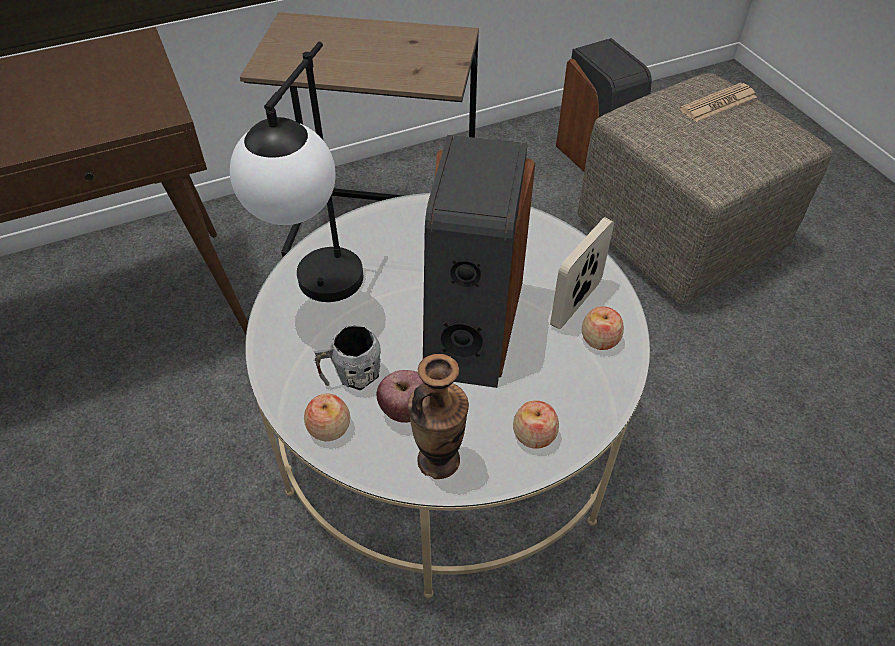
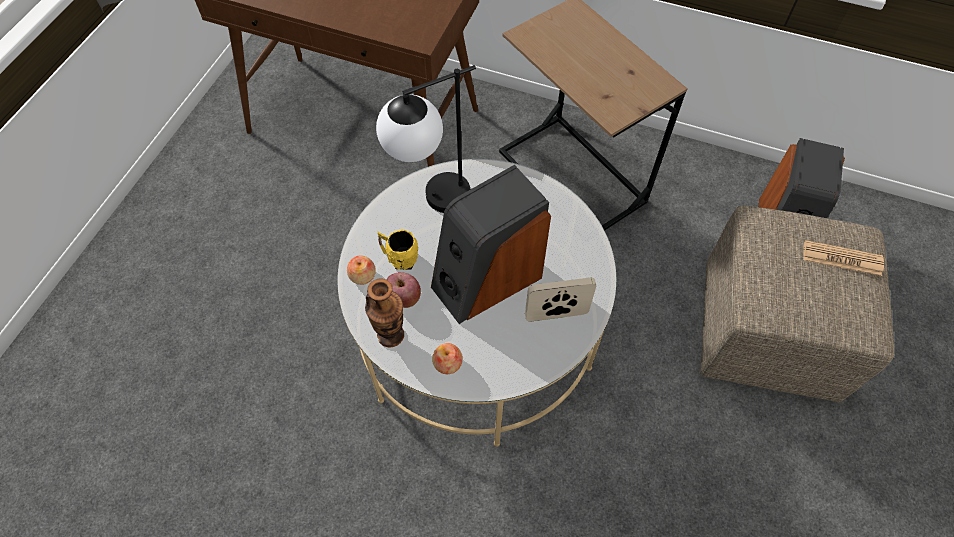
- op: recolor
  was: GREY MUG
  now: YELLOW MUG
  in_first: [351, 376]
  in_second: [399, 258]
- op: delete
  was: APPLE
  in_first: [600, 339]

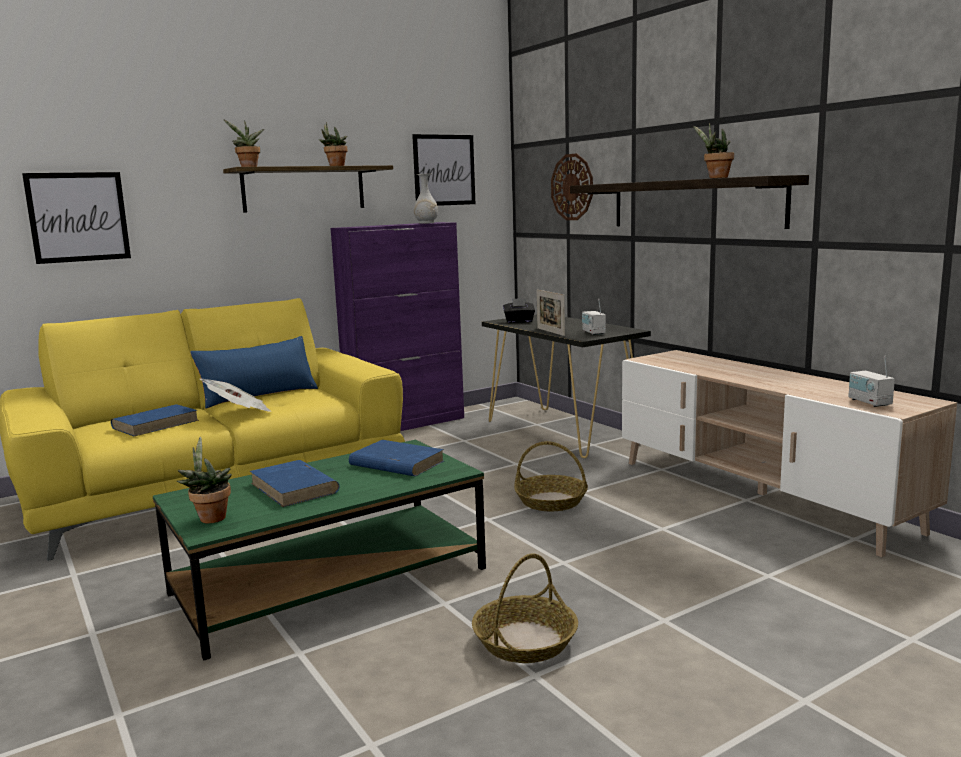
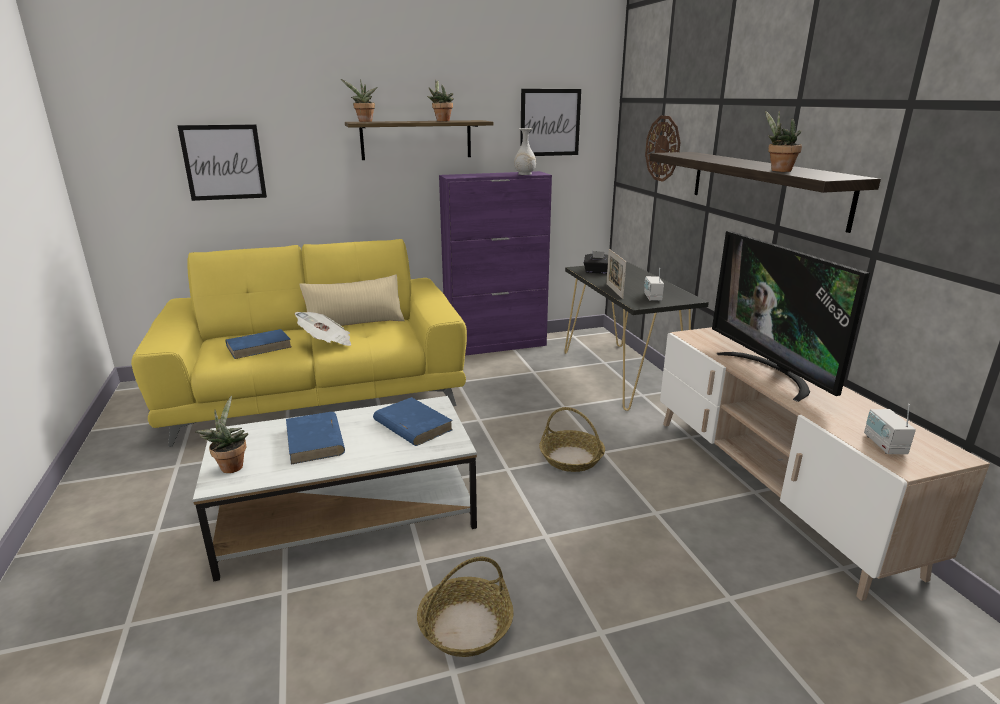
- op: recolor
  was: GREEN COFFEE TABLE
  now: WHITE COFFEE TABLE
  in_first: [329, 580]
  in_second: [347, 513]
- op: recolor
  was: BLUE PILLOW
  now: BEIGE PILLOW
  in_first: [258, 395]
  in_second: [355, 323]
- op: insert
  now: TELEVISION
  in_second: [771, 373]

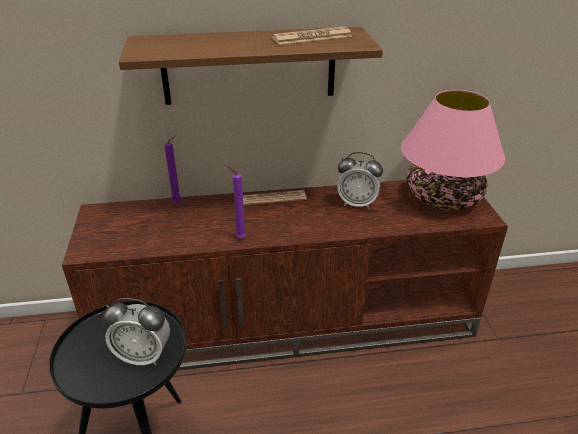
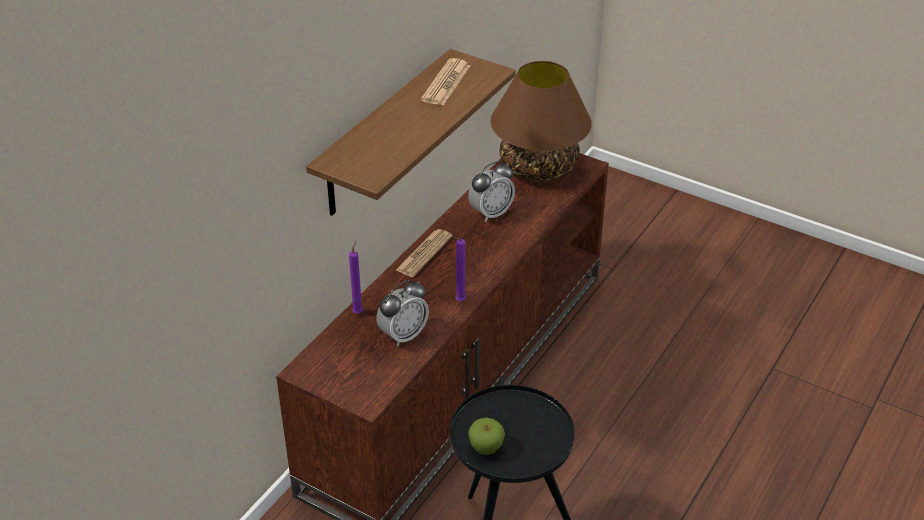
- op: move
  was: ALARM CLOCK
  in_first: [143, 356]
  in_second: [403, 335]
- op: insert
  now: APPLE
  in_second: [486, 448]
- op: recolor
  was: PINK TABLE LAMP
  now: BROWN TABLE LAMP
  in_first: [443, 197]
  in_second: [539, 166]

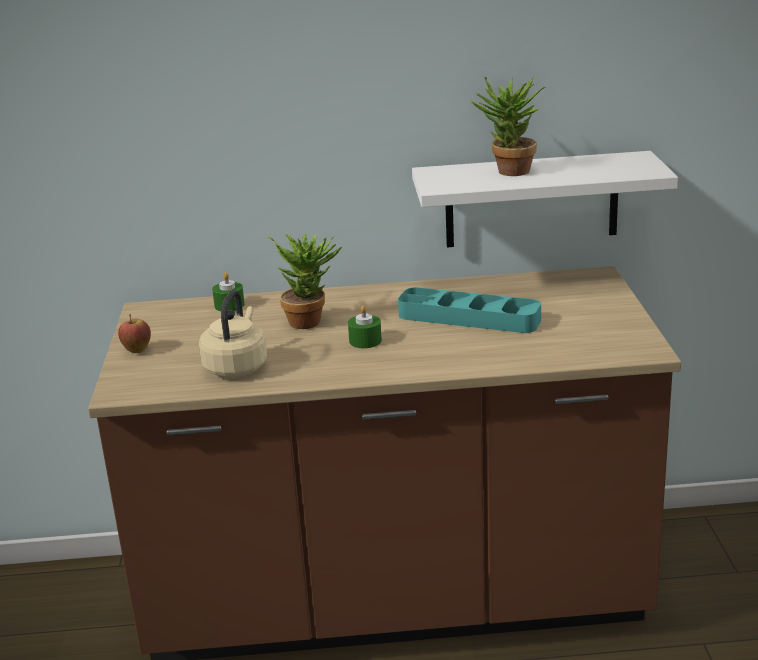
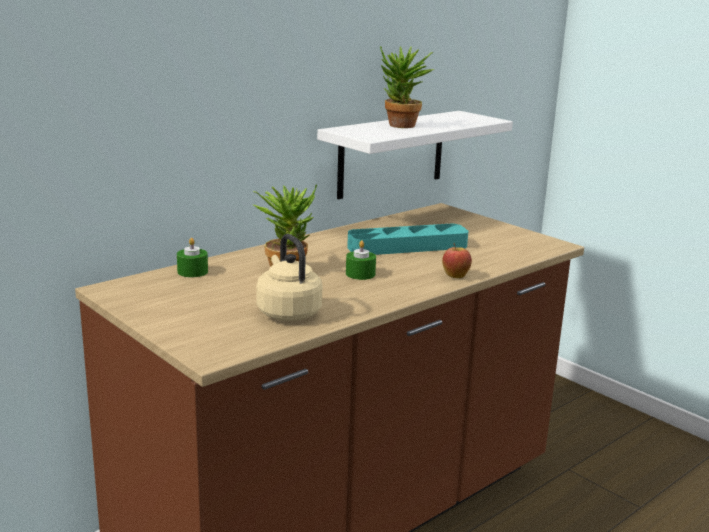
- op: move
  was: APPLE
  in_first: [137, 351]
  in_second: [455, 277]

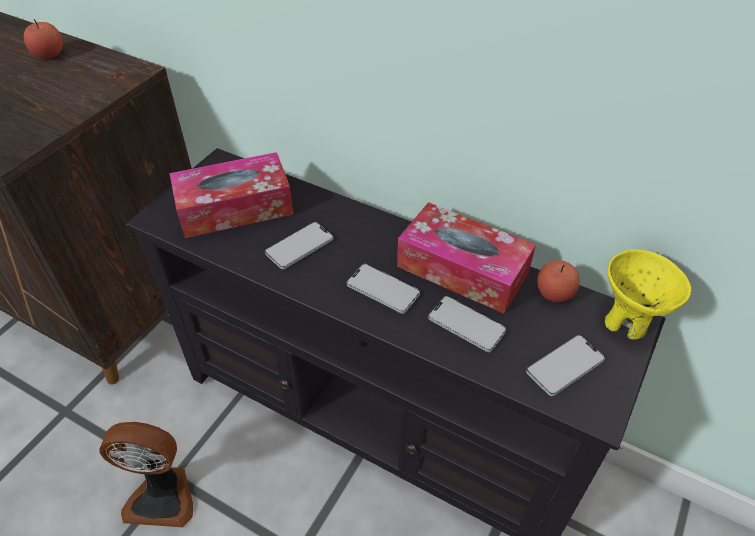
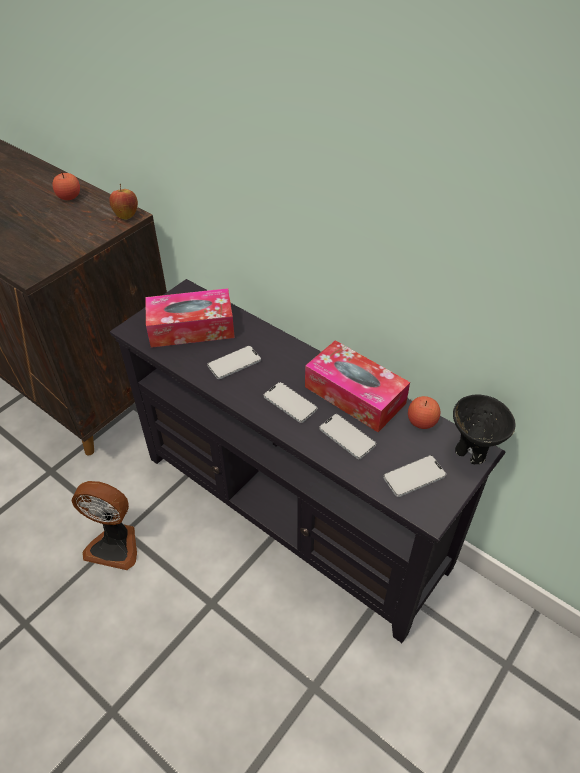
- op: insert
  now: APPLE
  in_second: [126, 215]
- op: recolor
  was: YELLOW BOWL
  now: BLACK BOWL
  in_first: [625, 325]
  in_second: [471, 452]

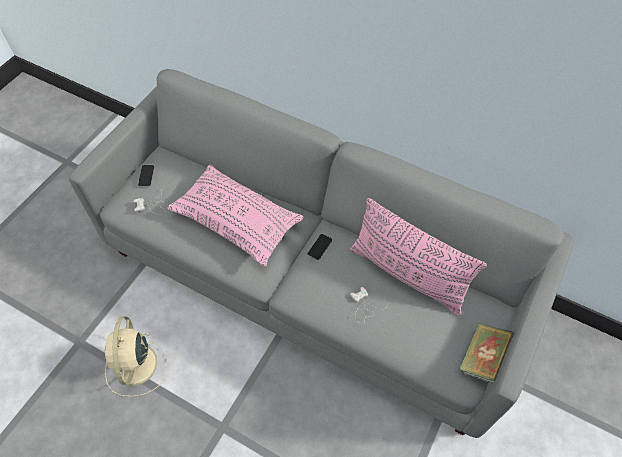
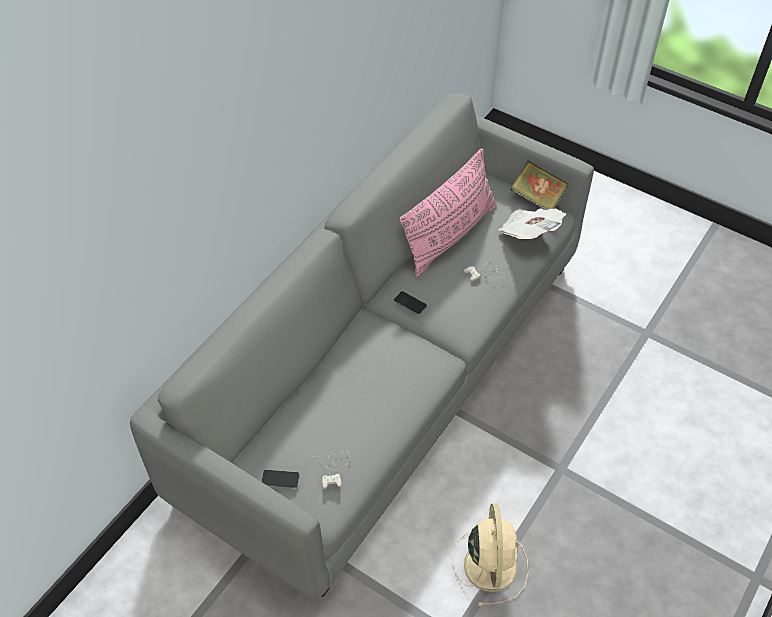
- op: rotate
  was: BEIGE FAN
  in_first: [136, 366]
  in_second: [490, 563]
  clockwise: -90
- op: insert
  now: NEWSPAPER
  in_second: [529, 233]
- op: delete
  was: PINK PILLOW
  in_first: [237, 221]

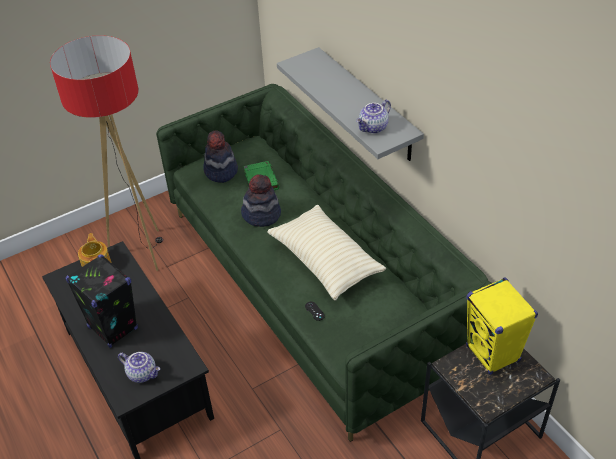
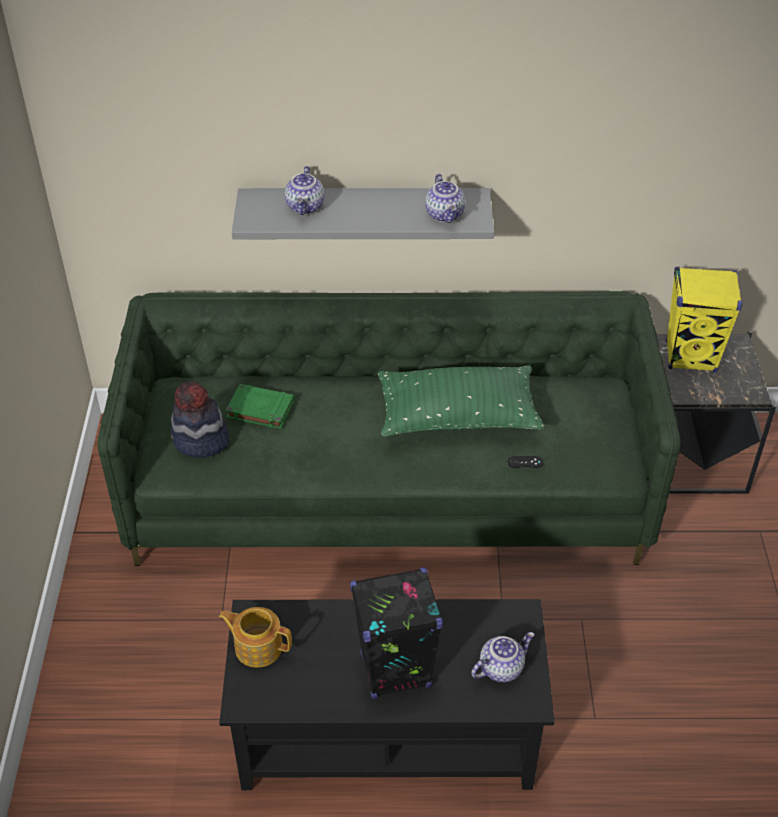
- op: insert
  now: TEAPOT
  in_second: [306, 207]
- op: recolor
  was: BEIGE PILLOW
  now: GREEN PILLOW
  in_first: [325, 261]
  in_second: [458, 416]
- op: delete
  was: FLOOR LAMP
  in_first: [141, 252]
- op: delete
  was: HAT
  in_first: [261, 214]

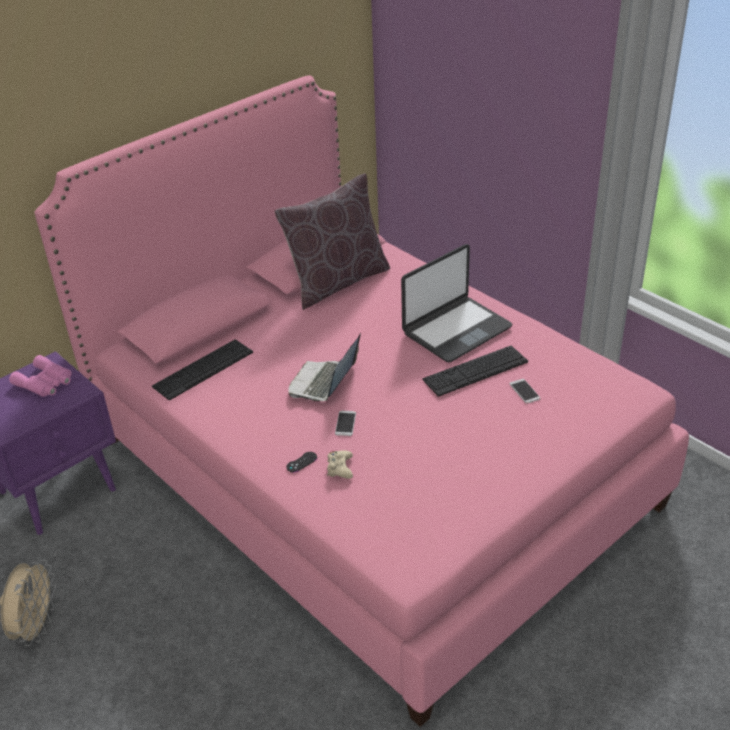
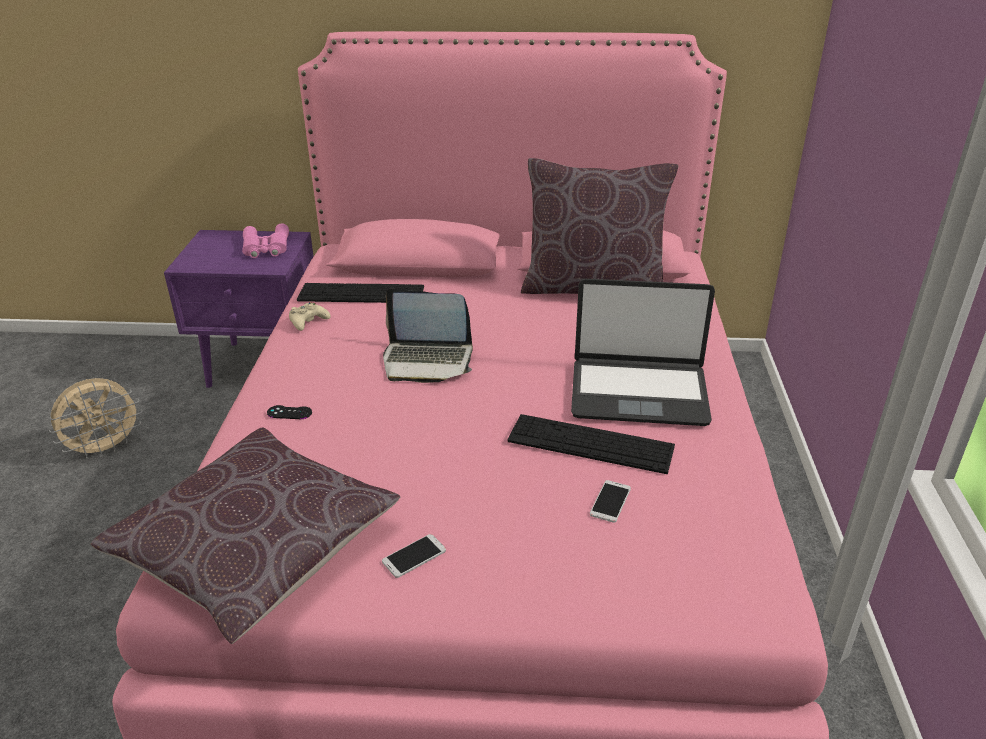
- op: insert
  now: BROWN PILLOW
  in_second: [256, 548]
- op: move
  was: BEIGE GAME CONTROLLER
  in_first: [340, 468]
  in_second: [308, 321]
- op: move
  was: PHONE
  in_first: [345, 423]
  in_second: [414, 556]
- op: rotate
  was: LAPTOP
  in_first: [323, 383]
  in_second: [427, 360]
  clockwise: -150

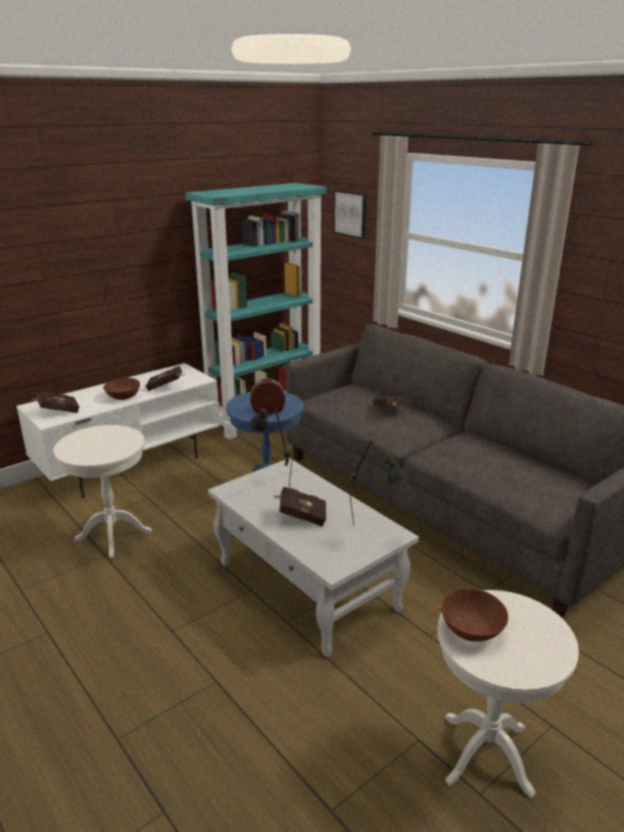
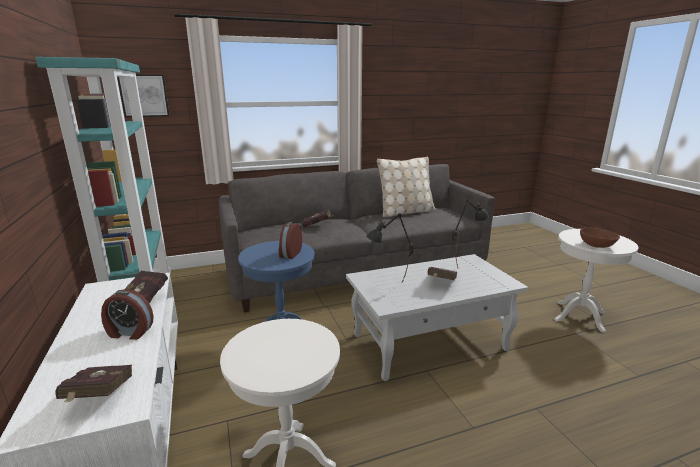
- op: replace
  was: BROWN BOWL
  now: ALARM CLOCK
  in_first: [123, 397]
  in_second: [129, 332]
- op: insert
  now: BEIGE PILLOW
  in_second: [405, 212]

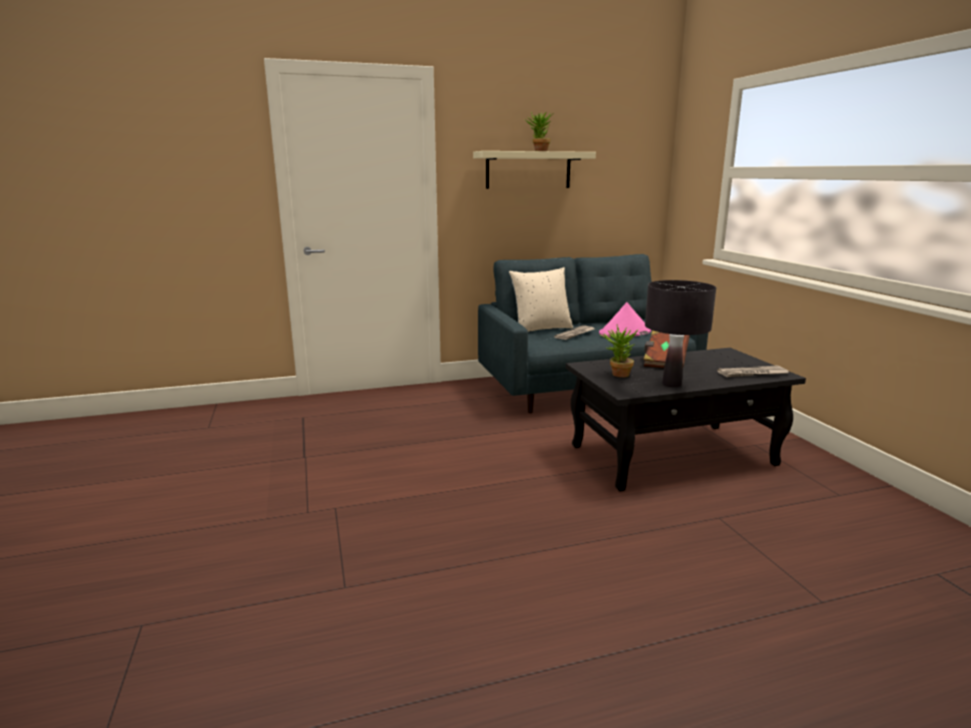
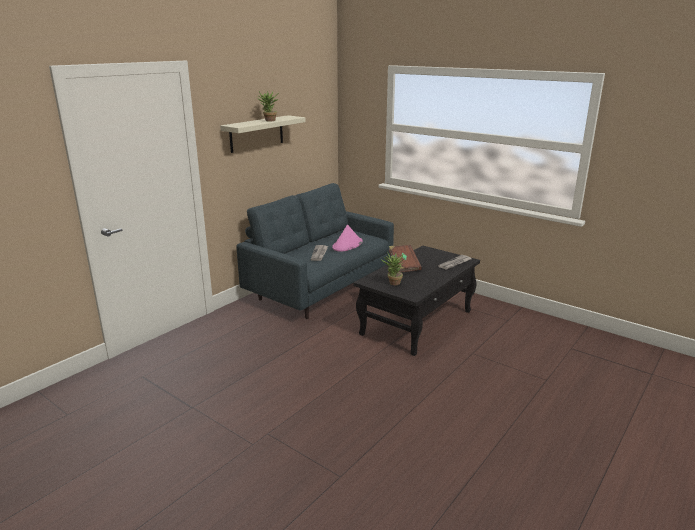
- op: delete
  was: BEIGE PILLOW
  in_first: [540, 329]
- op: delete
  was: BLACK TABLE LAMP
  in_first: [671, 384]

